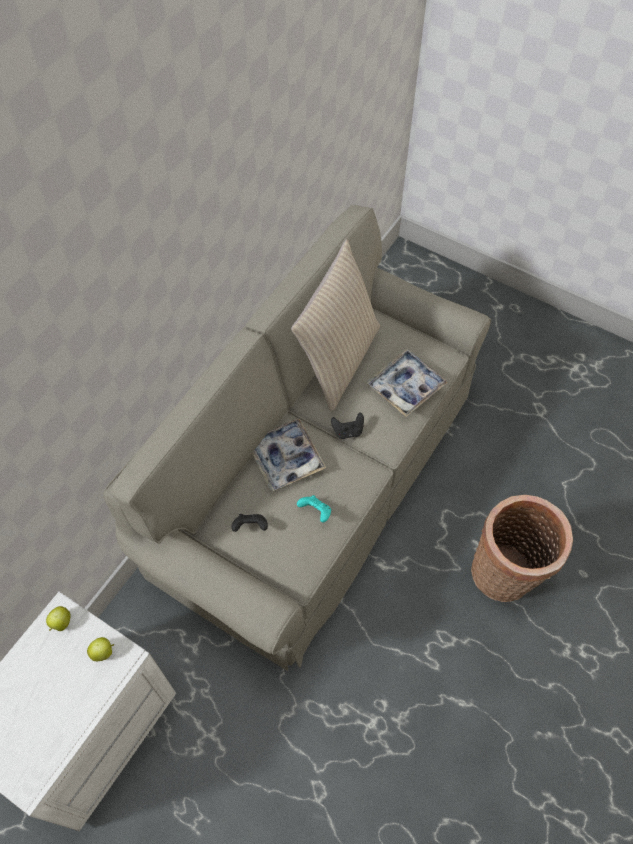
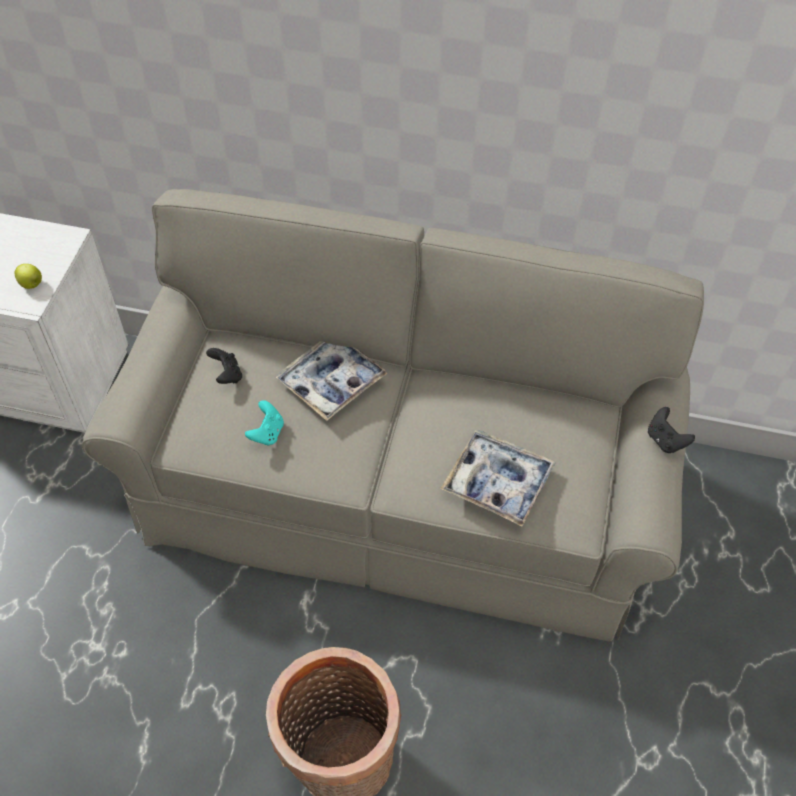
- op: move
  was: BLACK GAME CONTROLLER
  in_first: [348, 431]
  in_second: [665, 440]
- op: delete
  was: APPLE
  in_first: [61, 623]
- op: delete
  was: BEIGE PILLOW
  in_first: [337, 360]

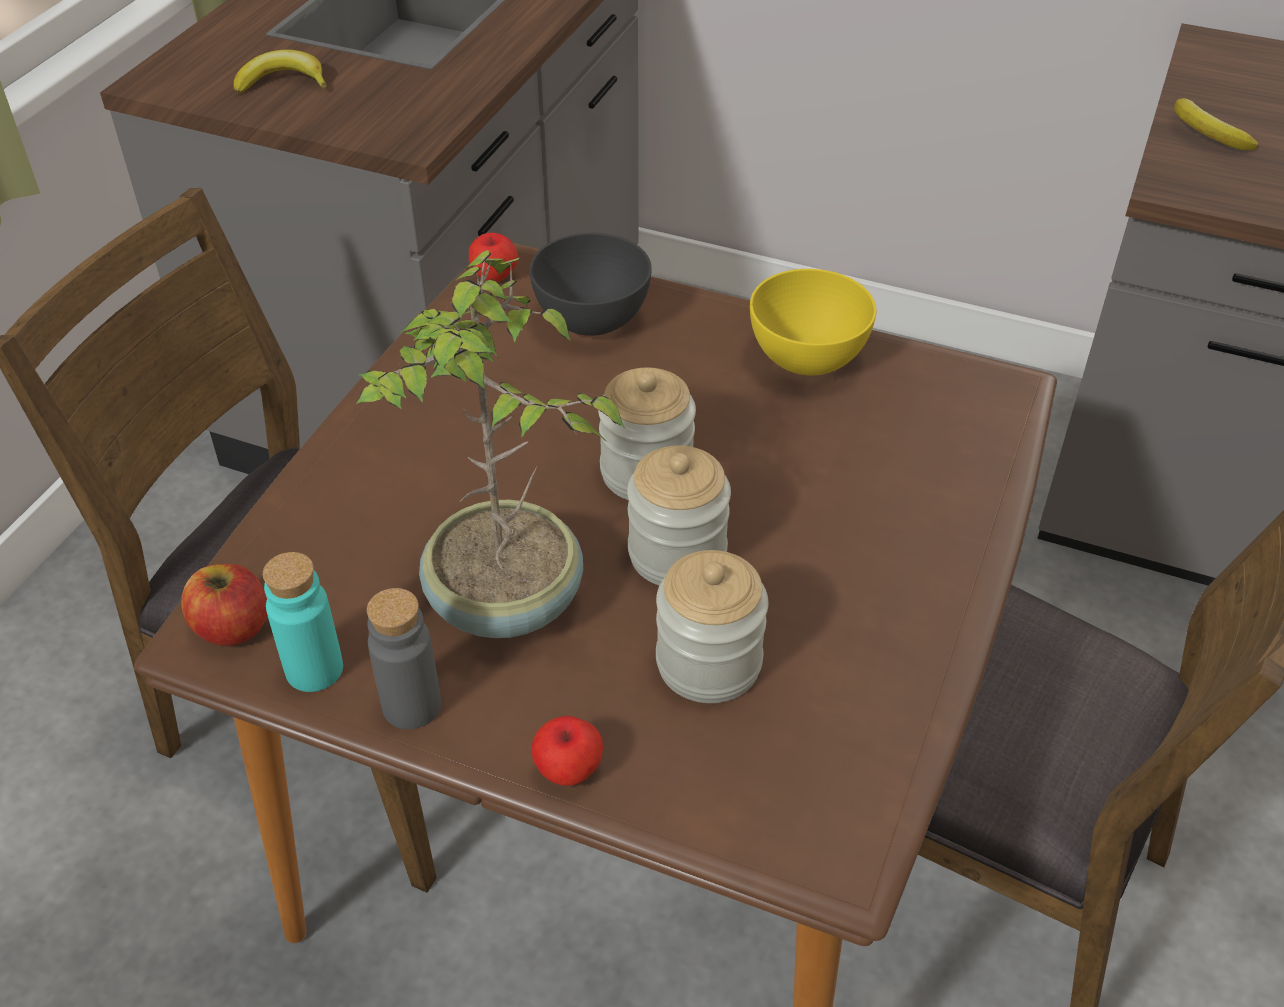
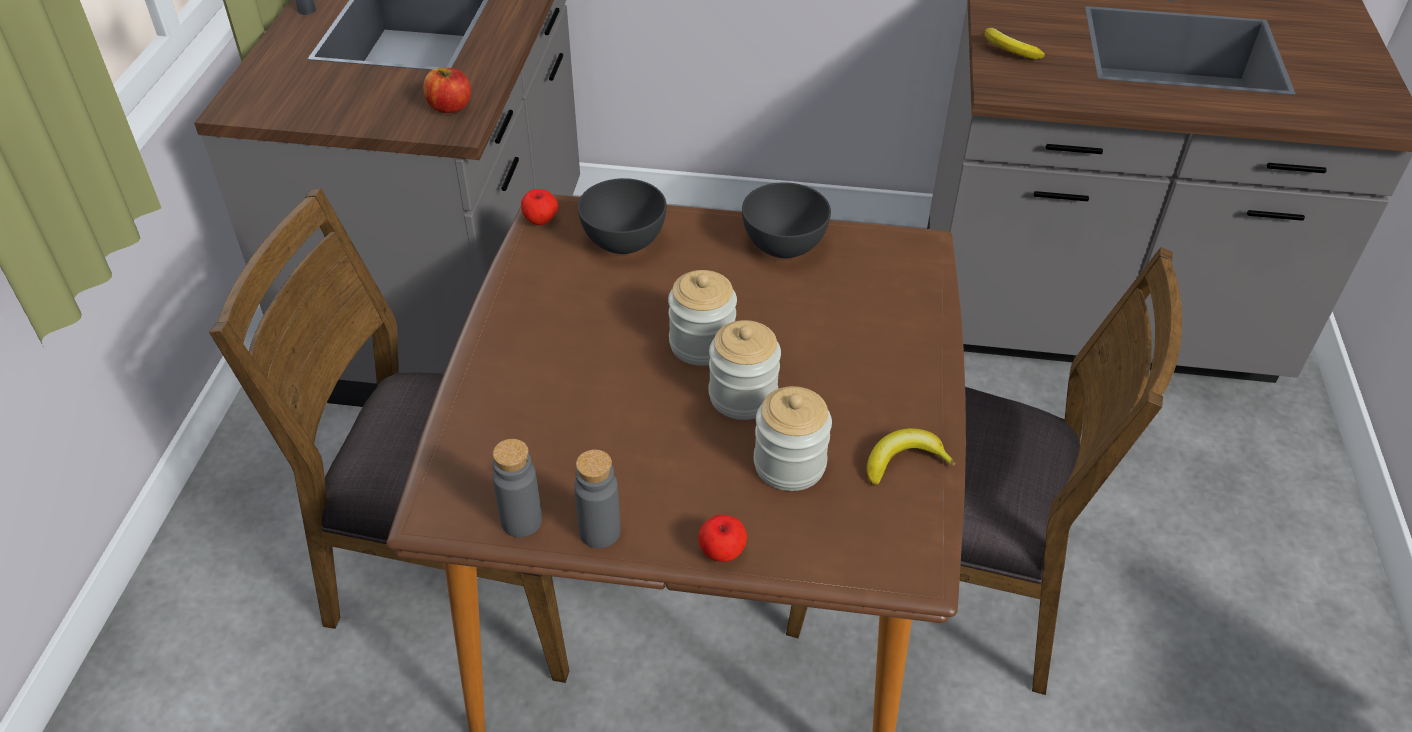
- op: move
  was: APPLE
  in_first: [233, 627]
  in_second: [450, 107]
- op: recolor
  was: TURQUOISE BOTTLE
  now: GREY BOTTLE
  in_first: [314, 669]
  in_second: [521, 521]
- op: recolor
  was: YELLOW BOWL
  now: GREY BOWL
  in_first: [807, 358]
  in_second: [784, 245]
- op: move
  was: BANANA
  in_first: [283, 83]
  in_second: [903, 462]
- op: delete
  was: POTTED PLANT
  in_first: [504, 605]

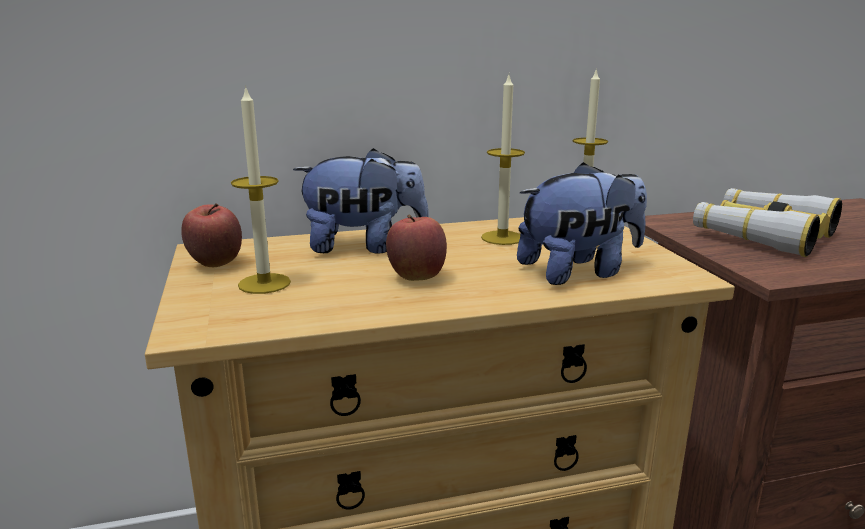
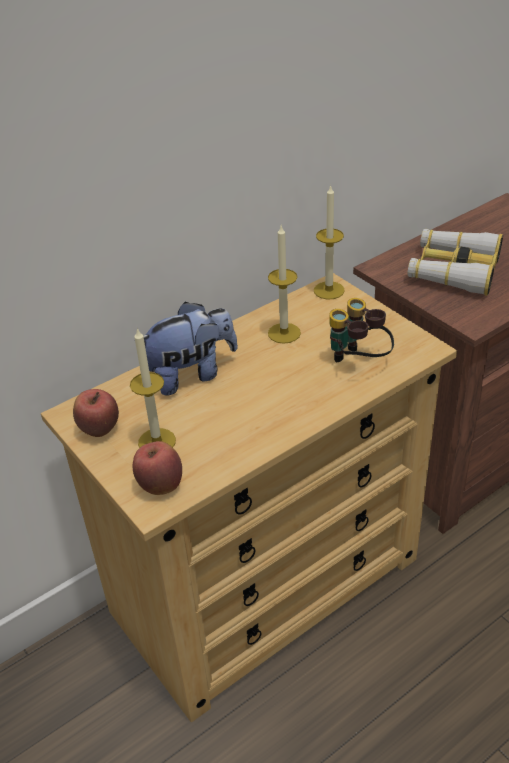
- op: move
  was: APPLE
  in_first: [417, 278]
  in_second: [160, 486]
- op: replace
  was: PLUSH TOY
  now: BINOCULARS
  in_first: [579, 271]
  in_second: [358, 362]

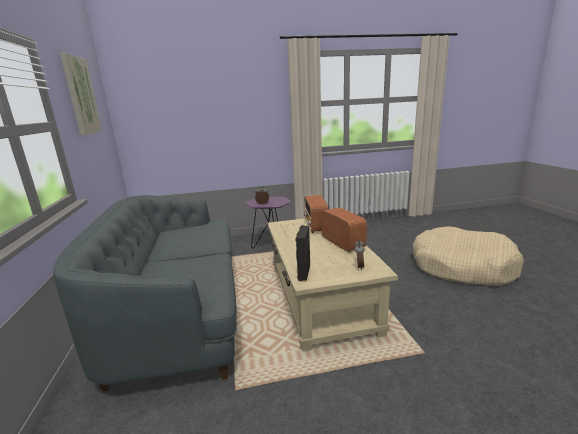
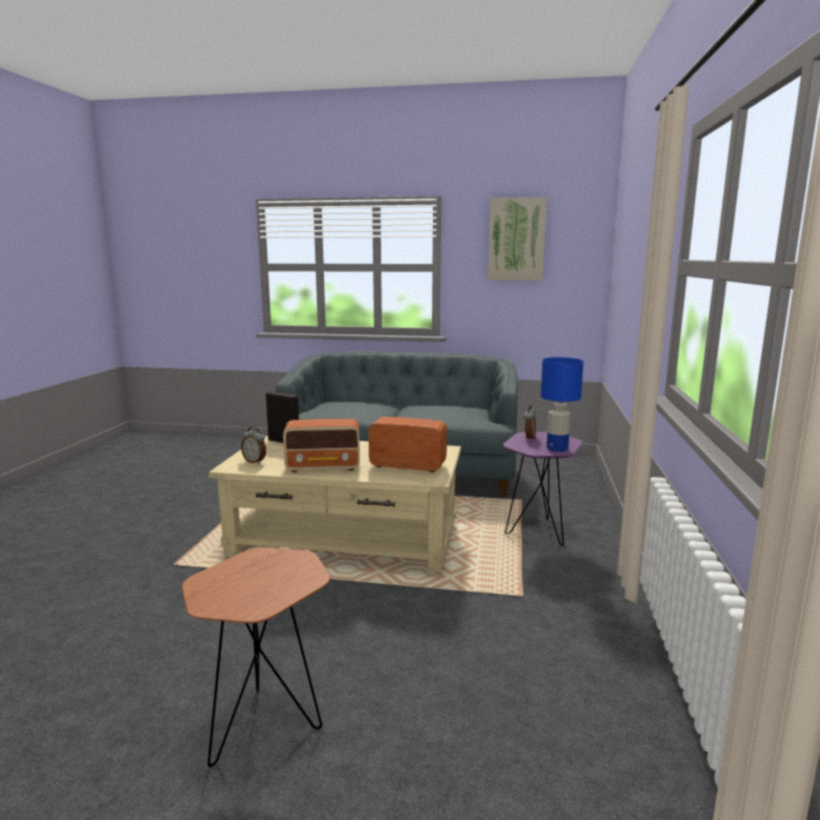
- op: replace
  was: BEIGE DOG BED
  now: BROWN SIDE TABLE
  in_first: [462, 267]
  in_second: [267, 724]
- op: insert
  now: BLUE TABLE LAMP
  in_second: [557, 449]

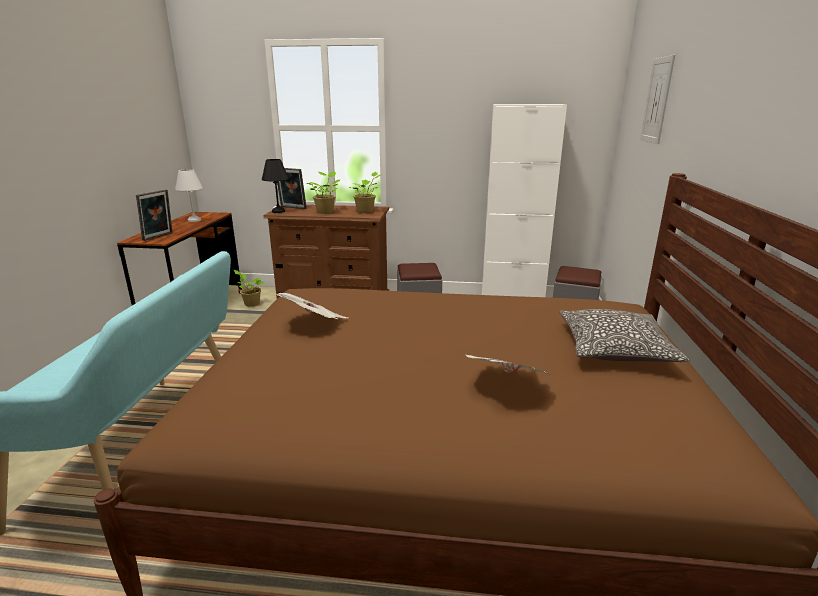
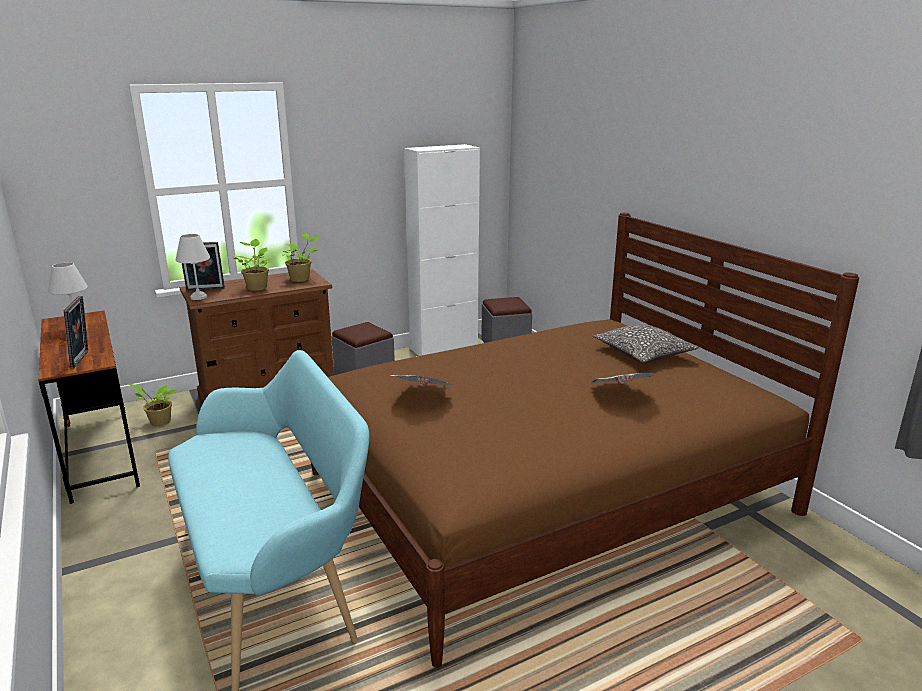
- op: recolor
  was: BLACK TABLE LAMP
  now: WHITE TABLE LAMP
  in_first: [278, 211]
  in_second: [198, 297]
- op: delete
  was: PICTURE
  in_first: [657, 100]

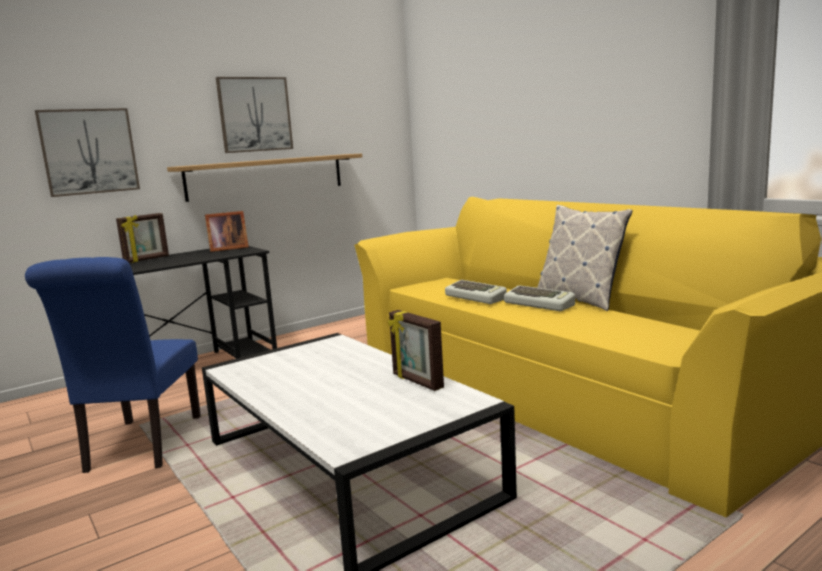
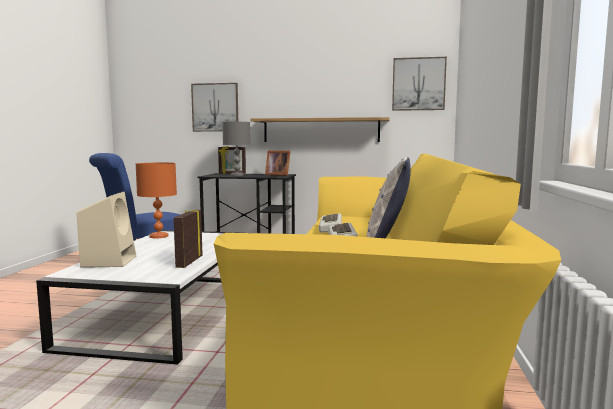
- op: insert
  now: BEIGE SPEAKER
  in_second: [109, 261]
- op: insert
  now: ORANGE TABLE LAMP
  in_second: [158, 236]
- op: insert
  now: GREY TABLE LAMP
  in_second: [237, 175]
- op: move
  was: PICTURE
  in_first: [255, 114]
  in_second: [418, 84]

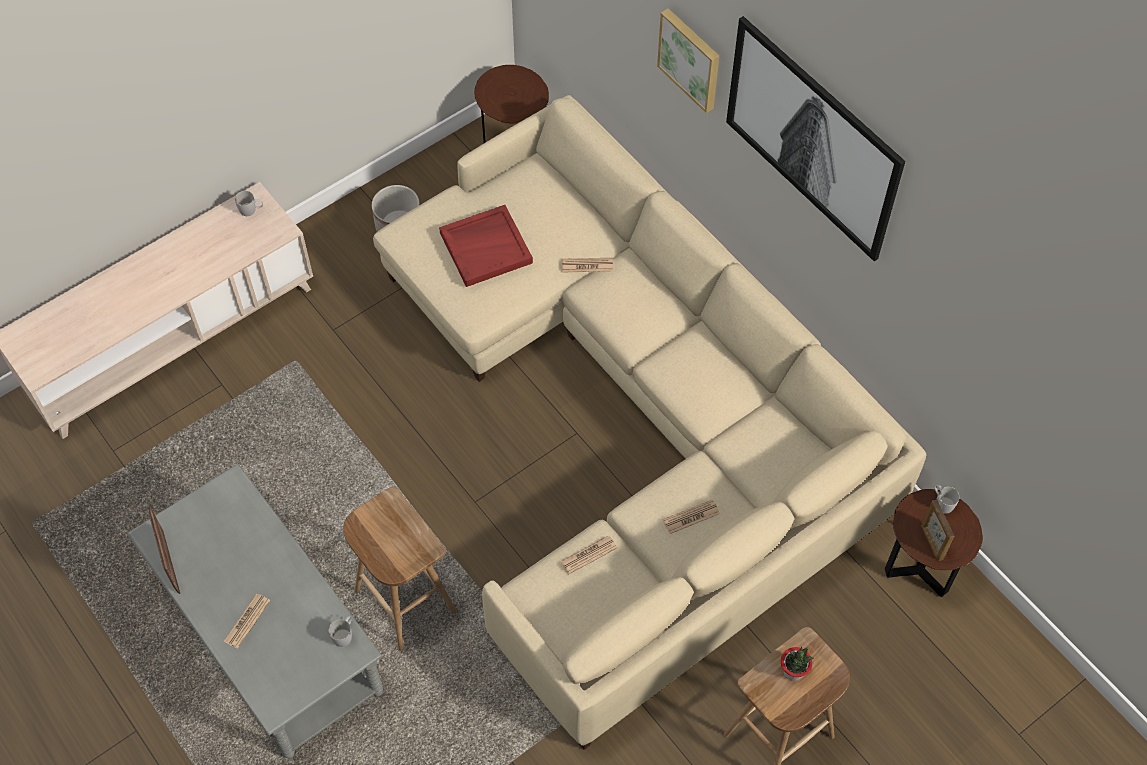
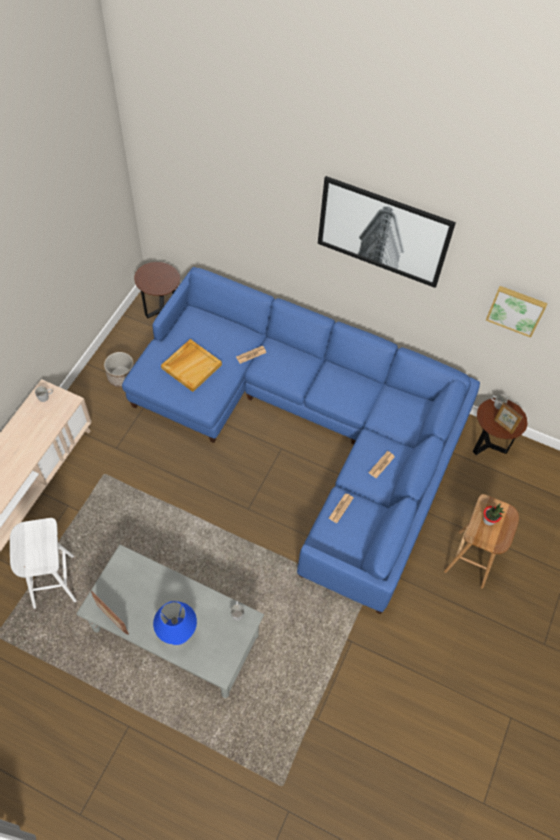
- op: insert
  now: WHITE STOOL
  in_second: [53, 580]
- op: recolor
  was: BEIGE SOFA
  now: BLUE SOFA
  in_first: [634, 420]
  in_second: [307, 428]
- op: replace
  was: NEWSPAPER
  now: BLUE TABLE LAMP
  in_first: [247, 621]
  in_second: [177, 631]
- op: recolor
  was: RED TRAY
  now: BEIGE TRAY
  in_first: [486, 247]
  in_second: [191, 366]
- op: move
  was: PICTURE
  in_first: [691, 59]
  in_second: [516, 310]
- op: delete
  was: BROWN STOOL
  in_first: [403, 601]

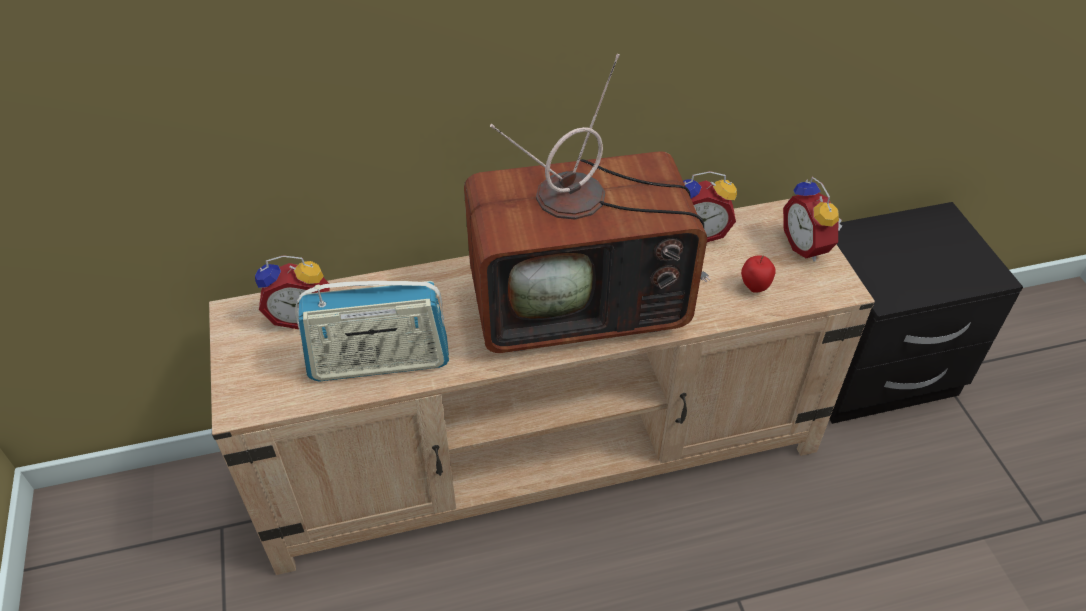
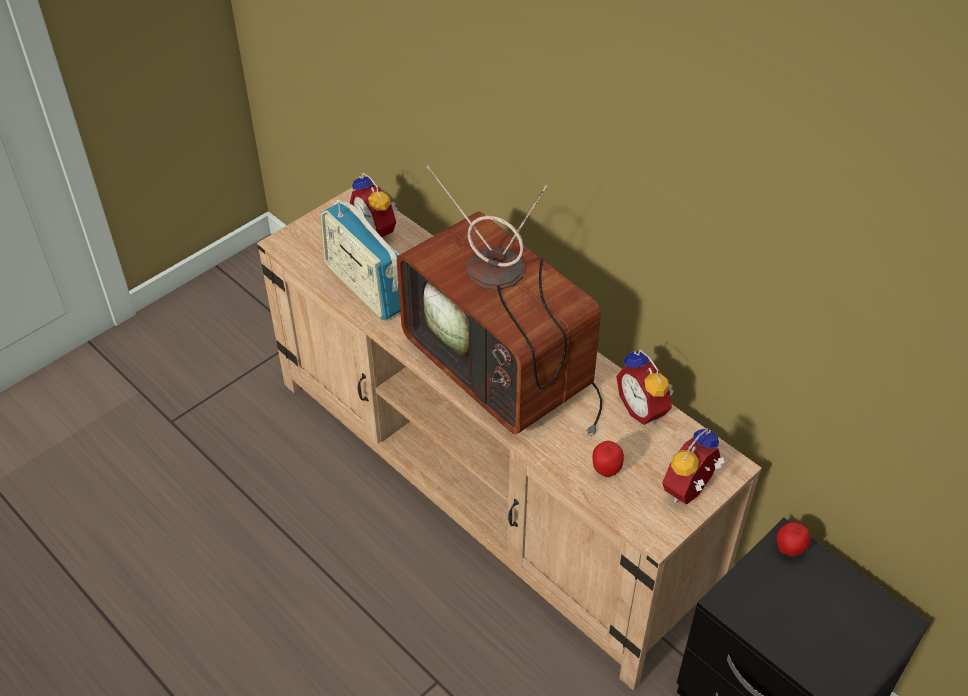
- op: insert
  now: APPLE
  in_second: [789, 550]

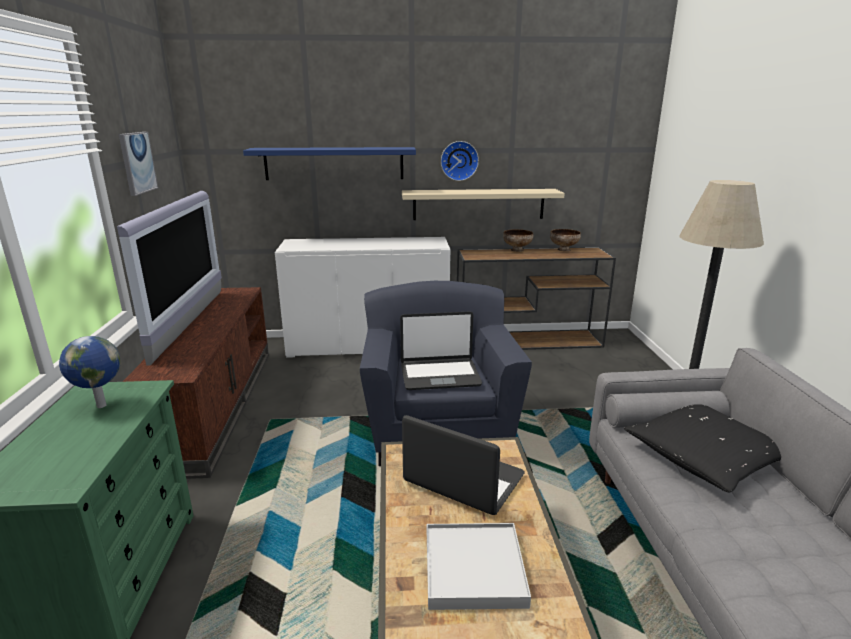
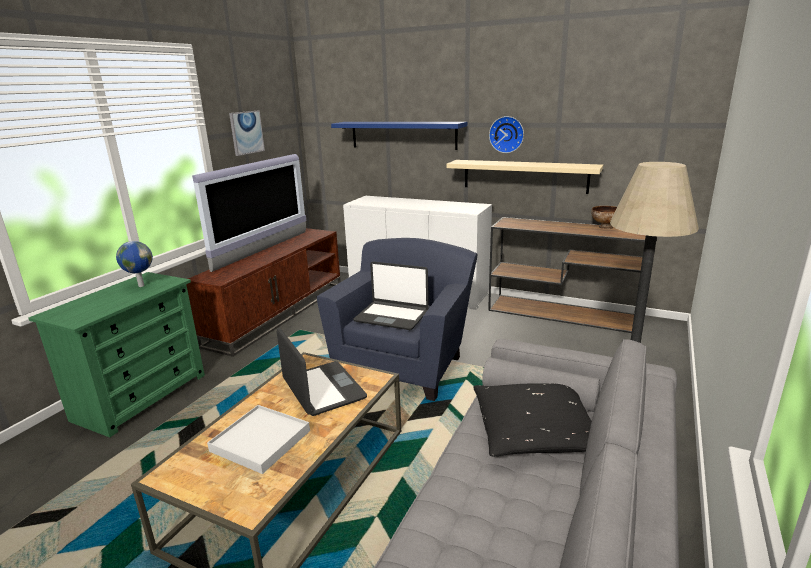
- op: delete
  was: BOWL
  in_first: [516, 250]

